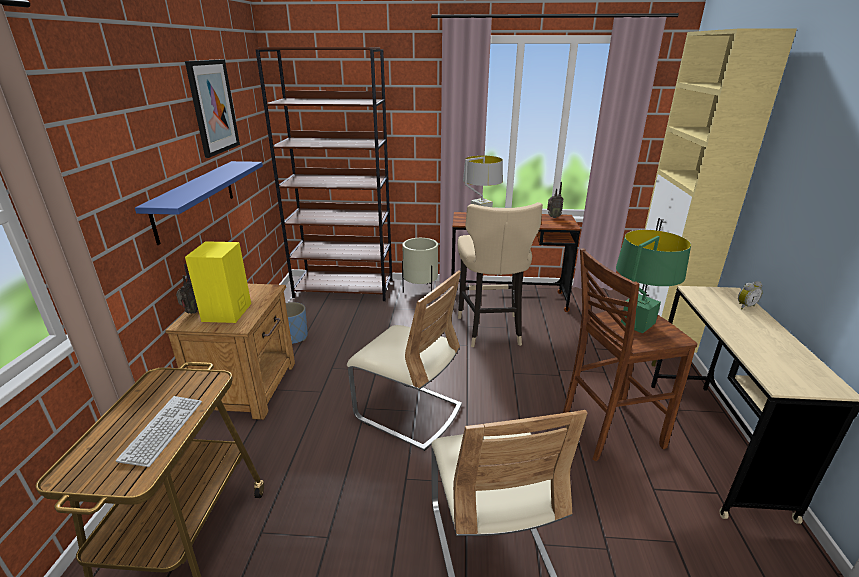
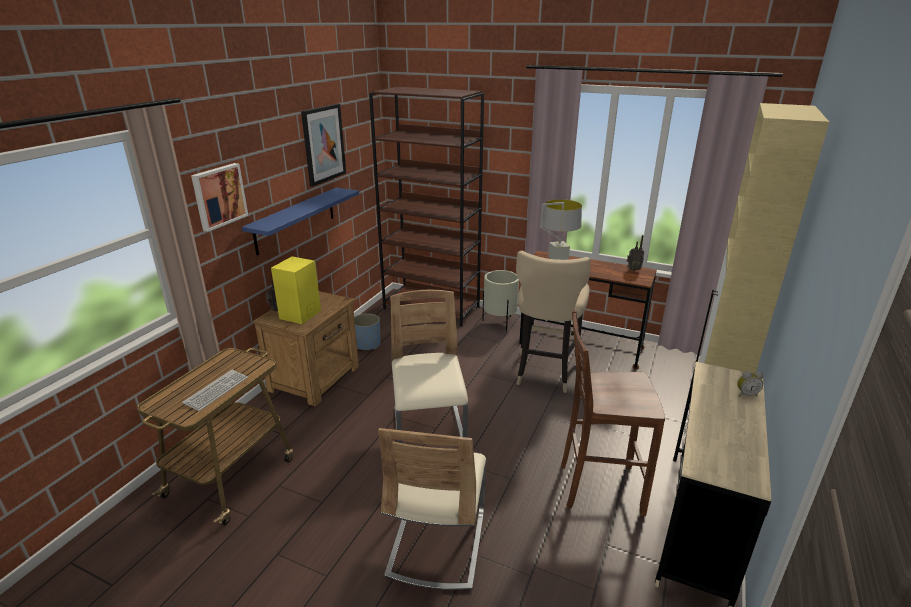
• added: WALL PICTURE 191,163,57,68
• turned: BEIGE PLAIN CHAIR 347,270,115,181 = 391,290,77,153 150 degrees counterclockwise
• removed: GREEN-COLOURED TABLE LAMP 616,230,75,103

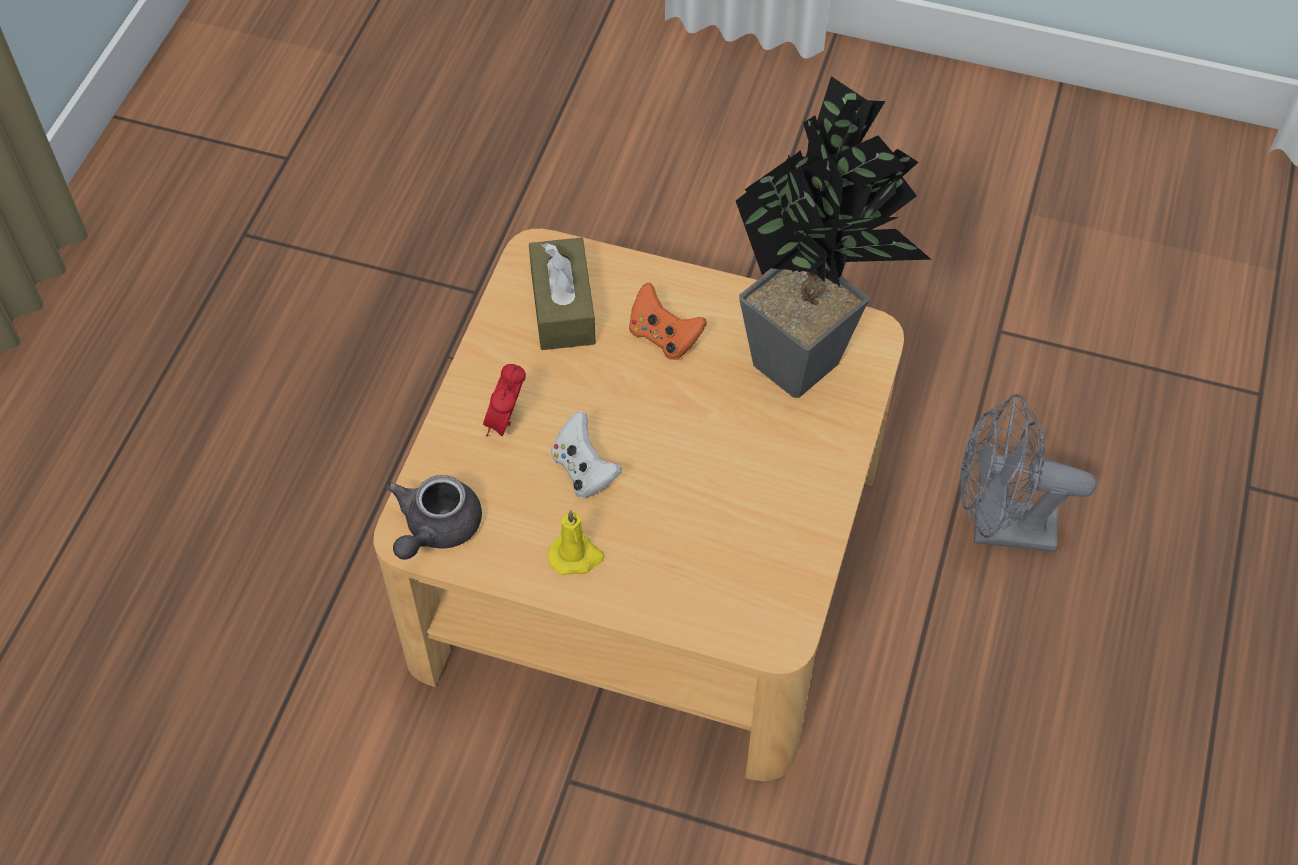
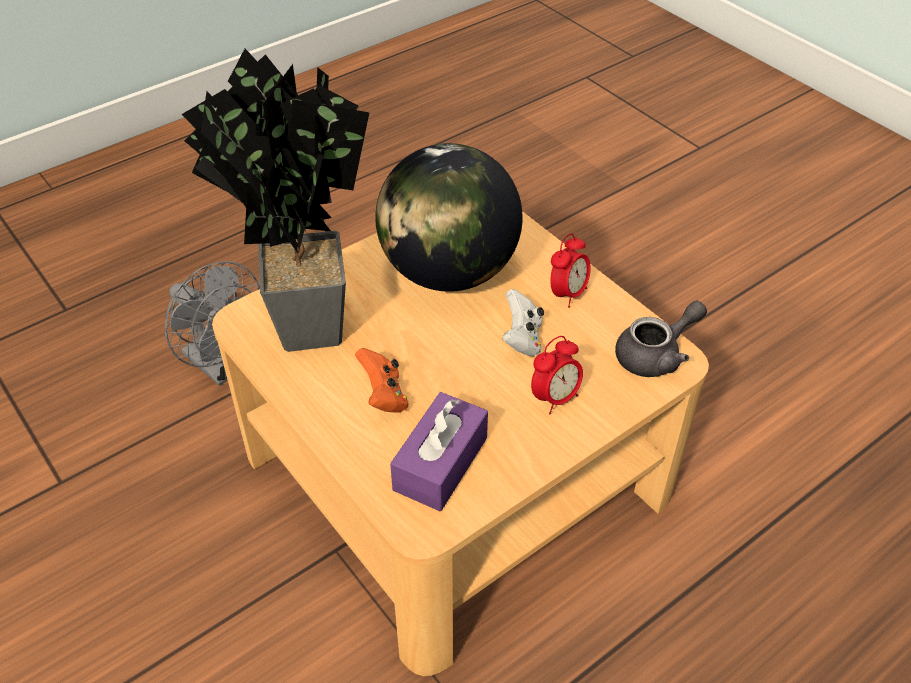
• added: DESK GLOBE 375,143,148,149
• recoloured: BROWNISH BOX OF TISSUES 529,238,67,112 to PURPLISH BOX OF TISSUES 390,392,98,119
• replaced: YELLOW-COLOURED WAX CANDLE 548,510,57,65 to ALARM CLOCK 550,233,41,75

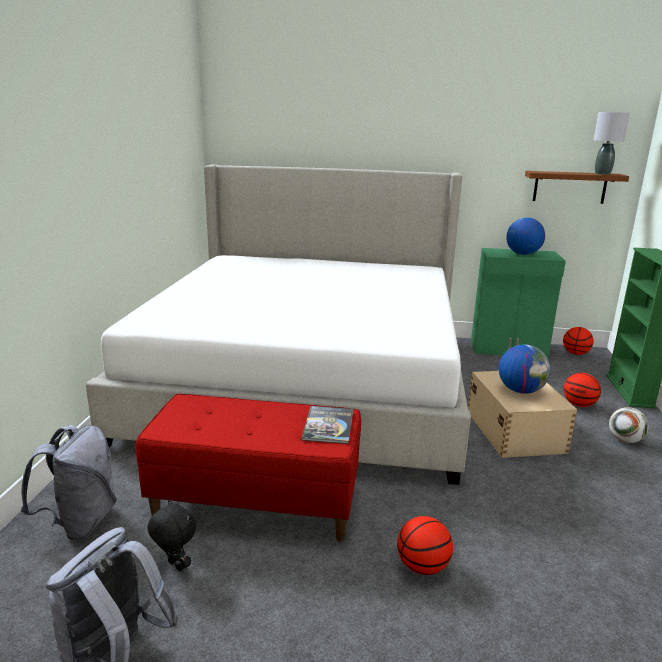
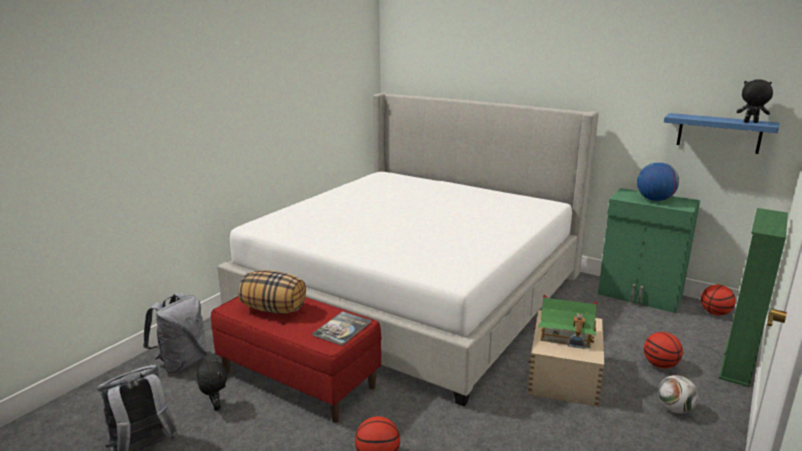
• added: CUSHION 238,271,68,42
• replaced: DESK GLOBE 499,344,52,50 to MODEL HOUSE 538,295,59,54
• recoloured: BROWNISH WALL SHELF 525,171,104,33 to BLUE WALL SHELF 664,113,116,41
• replaced: GREY TABLE LAMP 594,112,36,63 to BLACK-COLOURED PLUSH TOY 736,79,37,44

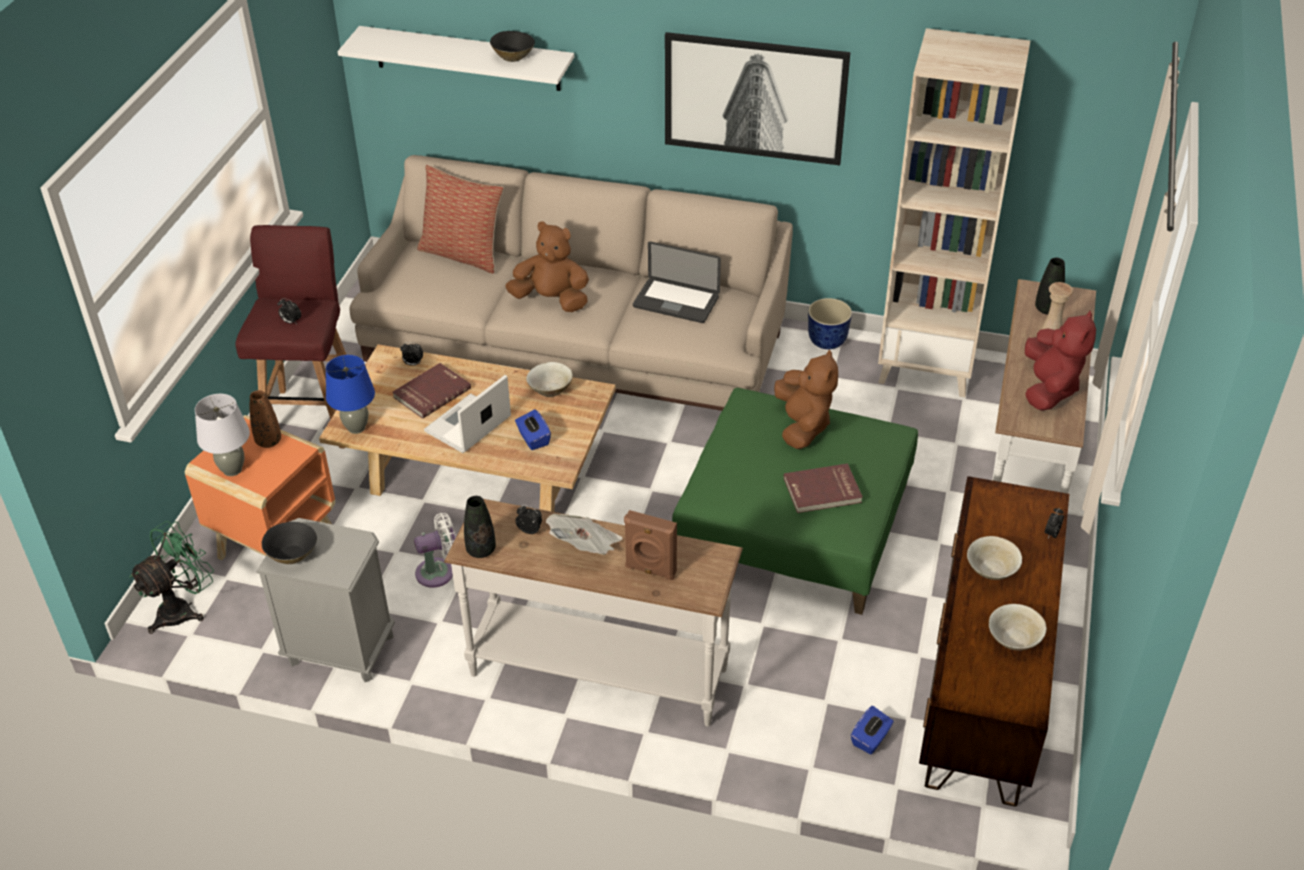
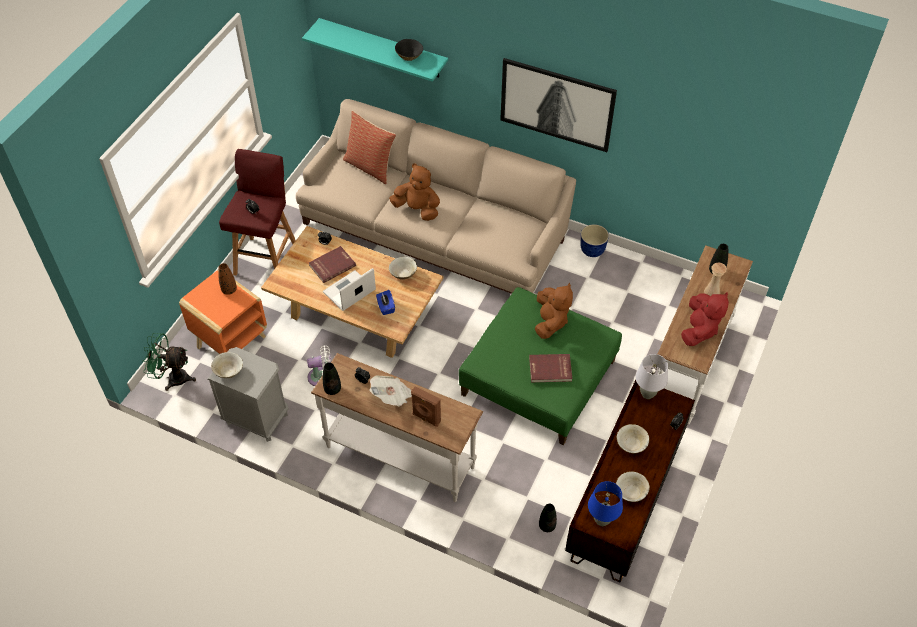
• turned: GREEN-COLOURED ELECTRIC FAN 129,521,85,113 = 142,333,54,58 135 degrees counterclockwise
• recoloured: BLACK-COLOURED BOWL 262,522,55,42 to BEIGE BOWL 211,352,32,26
• recoloured: WHITE-COLOURED WALL SHELF 337,26,237,65 to TURQUOISE-COLOURED WALL SHELF 302,18,146,64
• replaced: BLUE BOX OF TISSUES 851,706,43,48 to BLACK-COLOURED VASE 539,504,18,28
• moved: BLUE TABLE LAMP 326,355,49,79 to 588,481,35,45
• moved: GREY TABLE LAMP 195,394,55,82 to 635,354,33,45
• removed: NOTEBOOK COMPUTER 633,242,88,81
• removed: BEIGE SHELVING UNIT 878,28,152,369

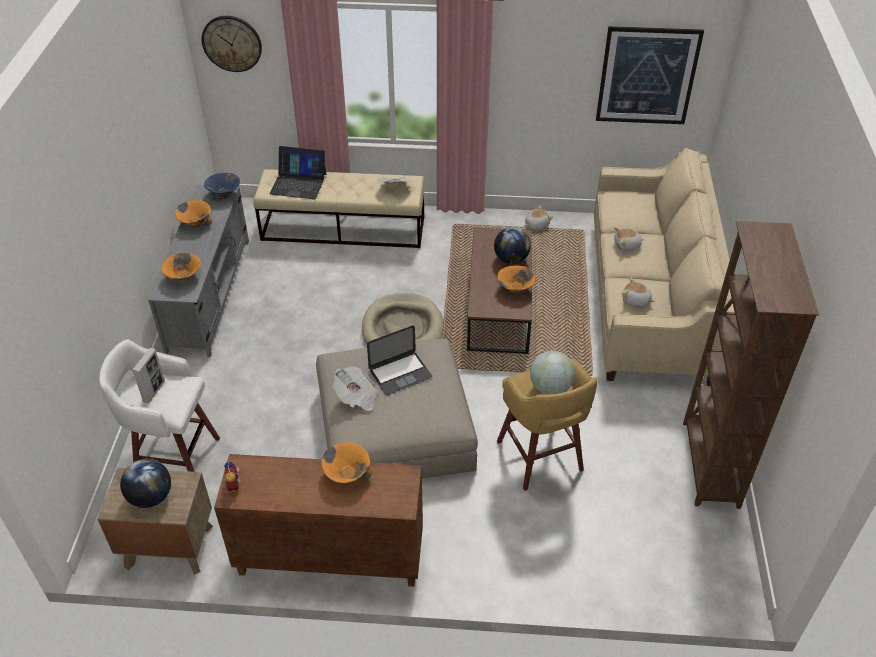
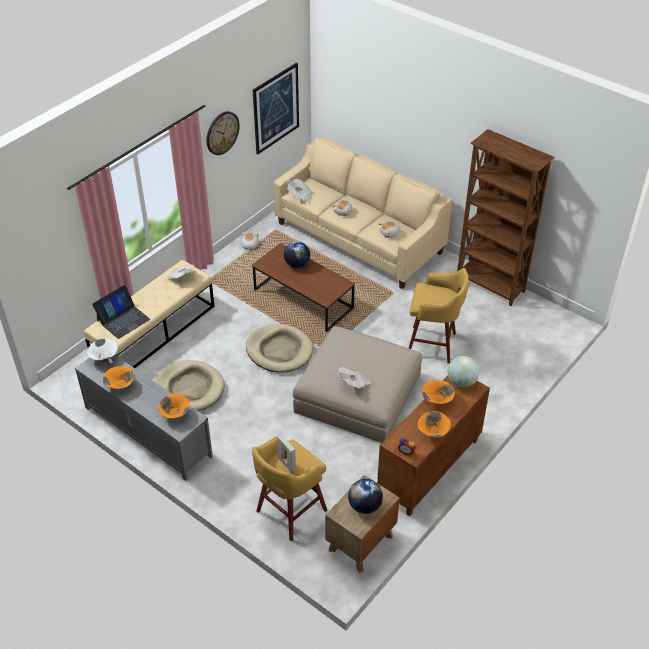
• recoloured: BLUE BOWL 204,173,36,29 to WHITE-COLOURED BOWL 87,339,31,26
• added: BEIGE DOG CUSHION 155,360,70,51
• moved: CLOCK ON THE WALL 202,16,60,56 to 207,111,32,44
• recoloured: WHITE-COLOURED SITTING STOOL 99,339,121,133 to YELLOW-COLOURED SITTING STOOL 252,435,75,106
• added: PRINTED PAPER 287,179,25,23
• moved: ORANGE BOWL 497,265,38,28 to 418,411,33,27
• moved: DESK GLOBE 530,351,45,44 to 447,356,33,32
• removed: NOTEBOOK COMPUTER 367,325,65,70

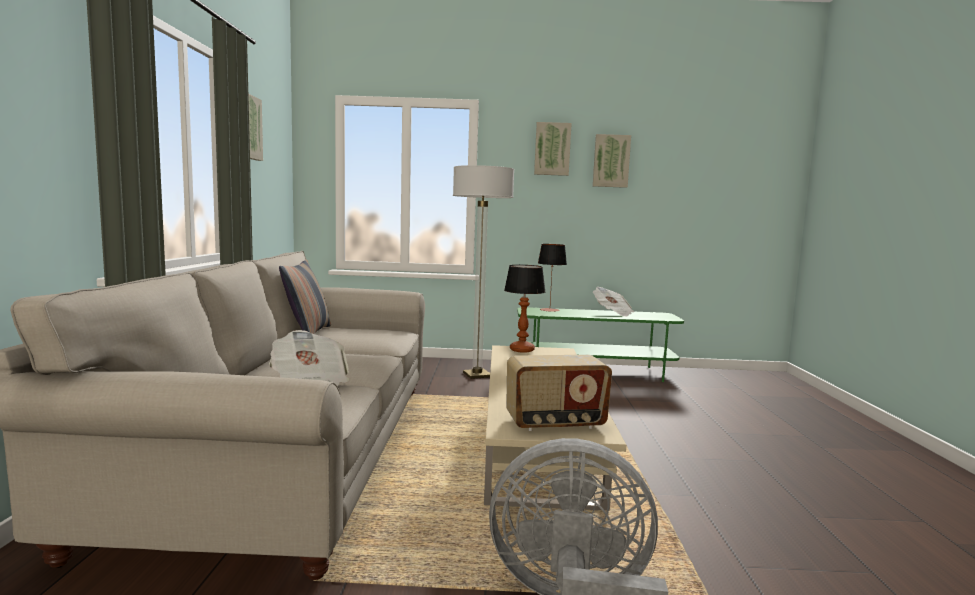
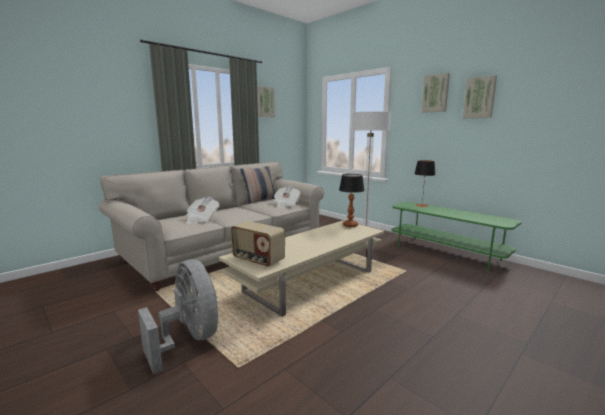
• moved: PRINTED PAPER 593,287,41,30 to 274,186,27,21

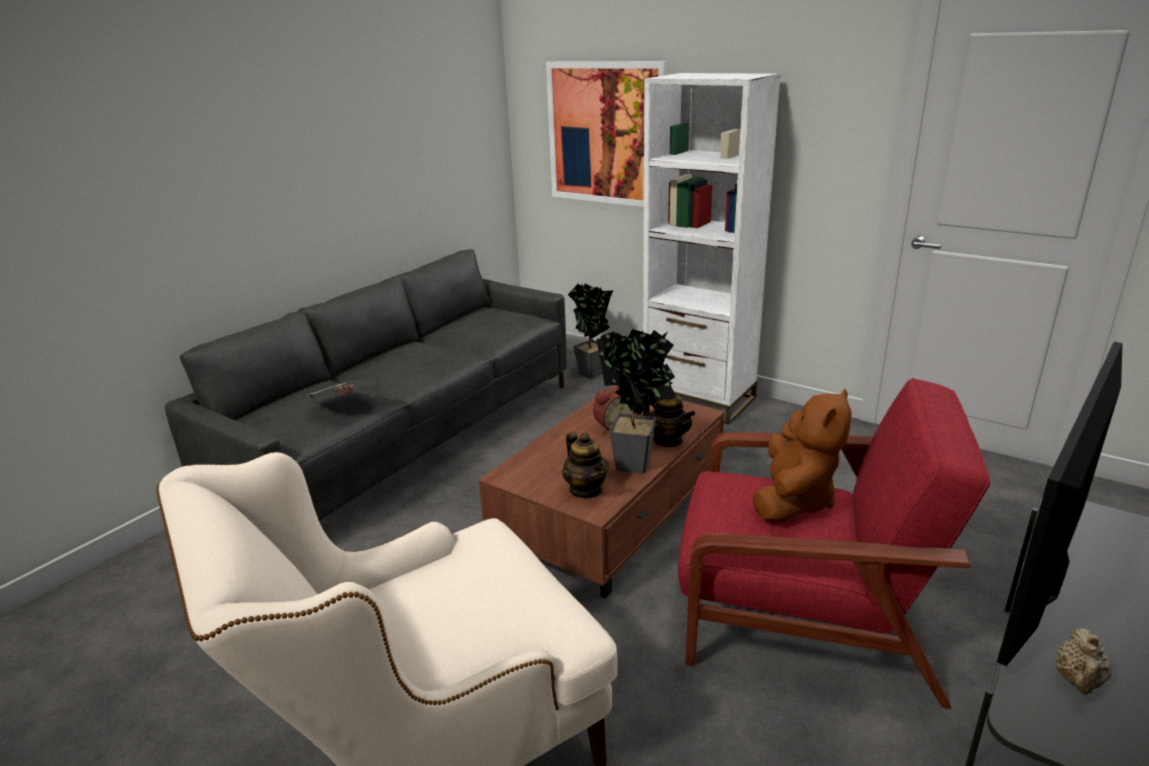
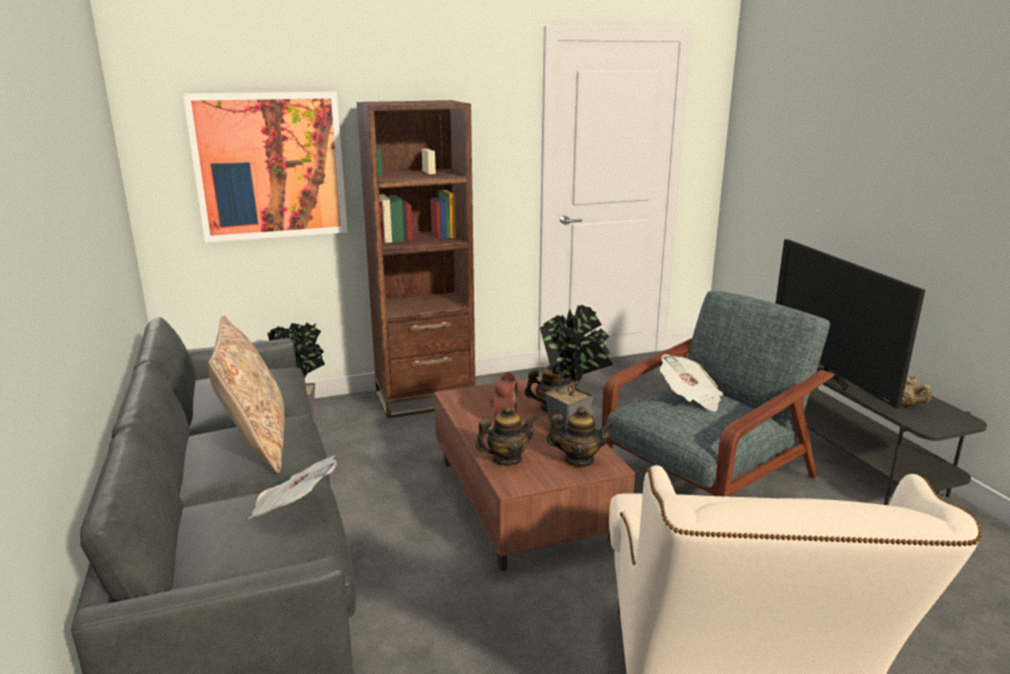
• added: BEIGE CUSHION 208,315,76,158
• recoloured: WHITE-COLOURED SHELVING UNIT 643,73,138,352 to BROWNISH SHELVING UNIT 356,100,119,319
• added: POT FOR TEA 475,405,62,61
• recoloured: REDDISH LOUNGE CHAIR 678,378,312,331 to GREY LOUNGE CHAIR 602,291,232,206
• replaced: BROWNISH PLUSH TOY 752,389,100,134 to PRINTED PAPER 660,354,63,58

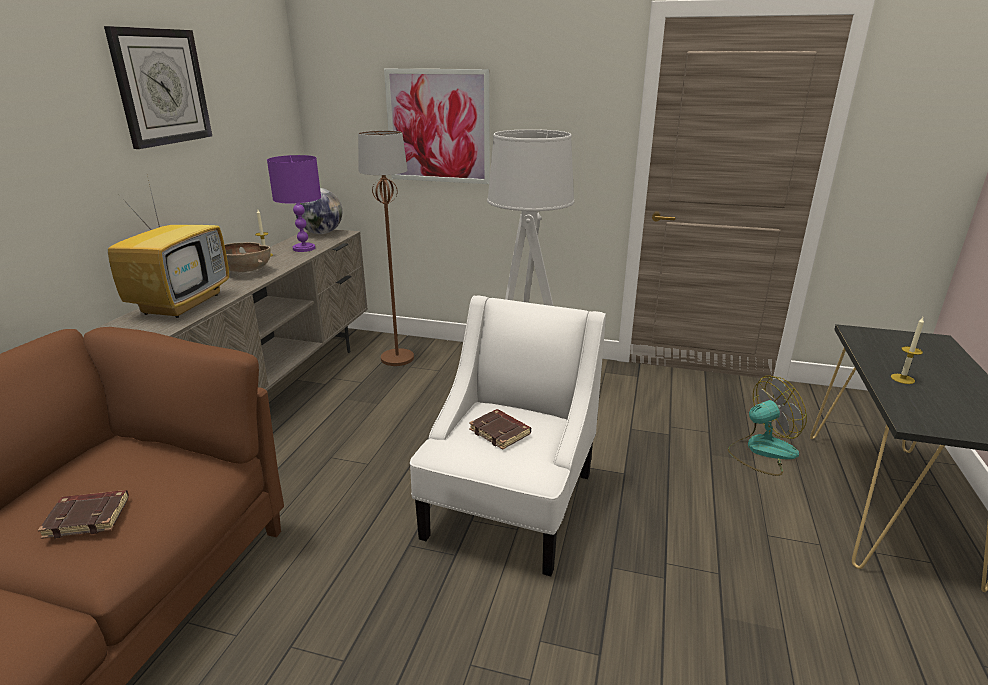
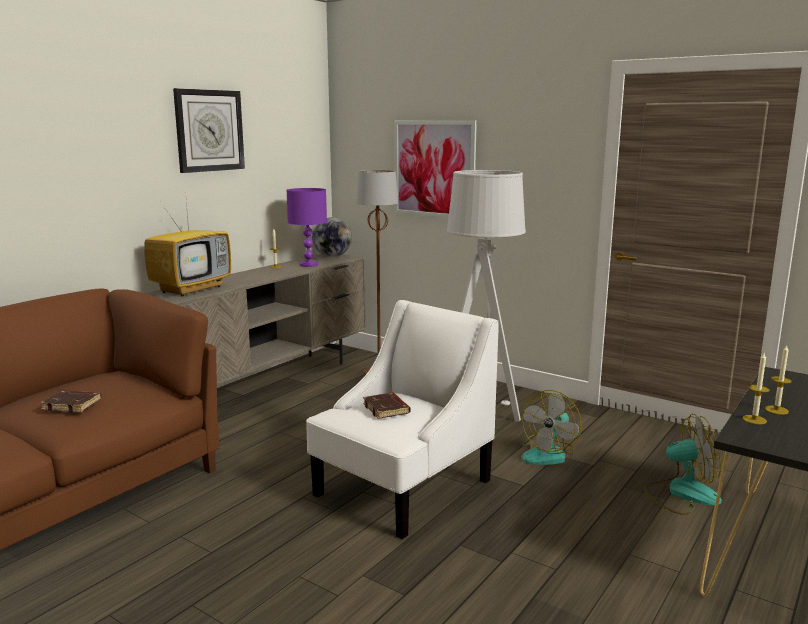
• added: ELECTRIC FAN 521,390,61,75
• added: WAX CANDLE 743,353,27,71
• removed: BROWNISH BOWL 224,242,47,30

